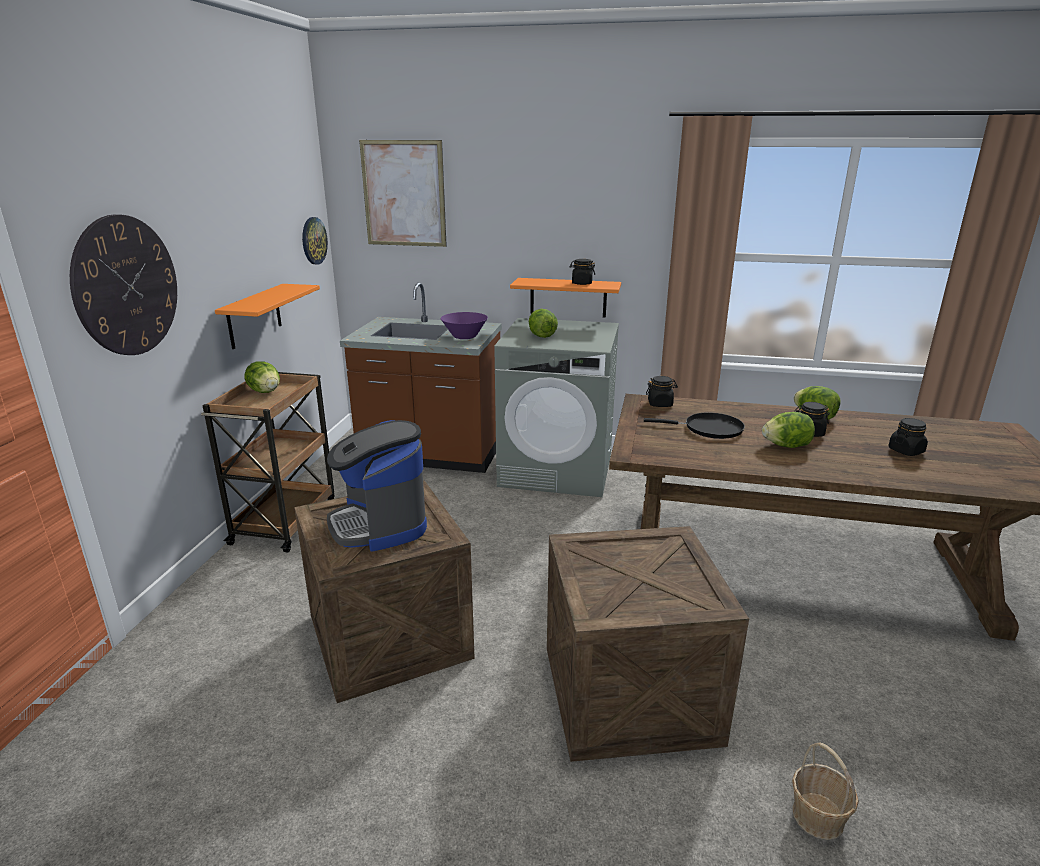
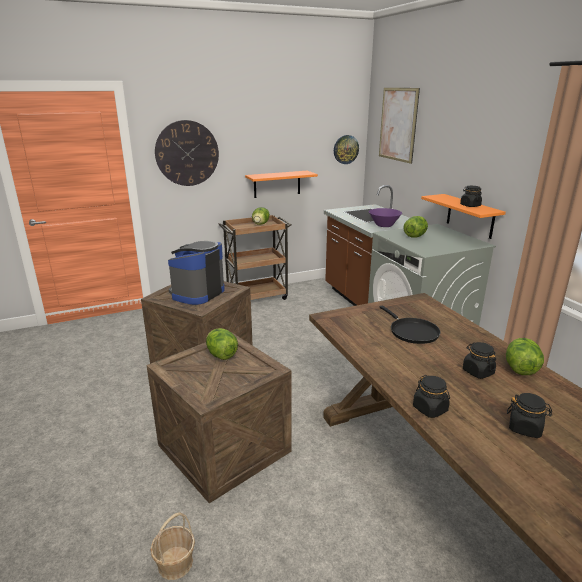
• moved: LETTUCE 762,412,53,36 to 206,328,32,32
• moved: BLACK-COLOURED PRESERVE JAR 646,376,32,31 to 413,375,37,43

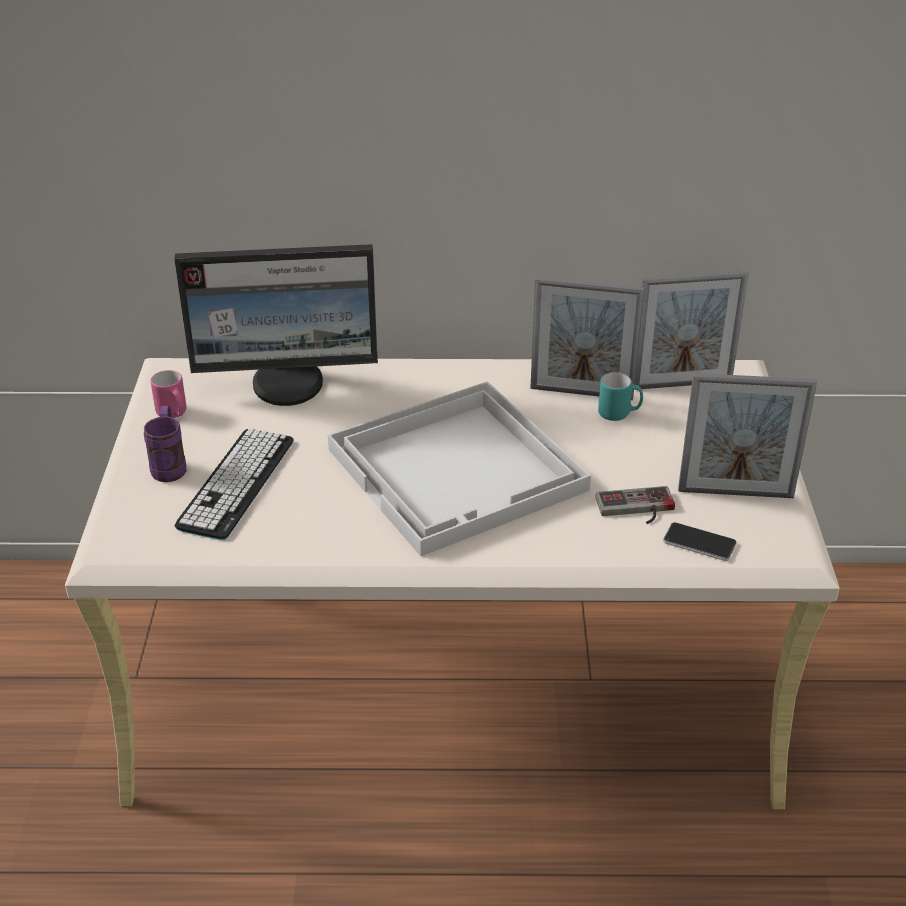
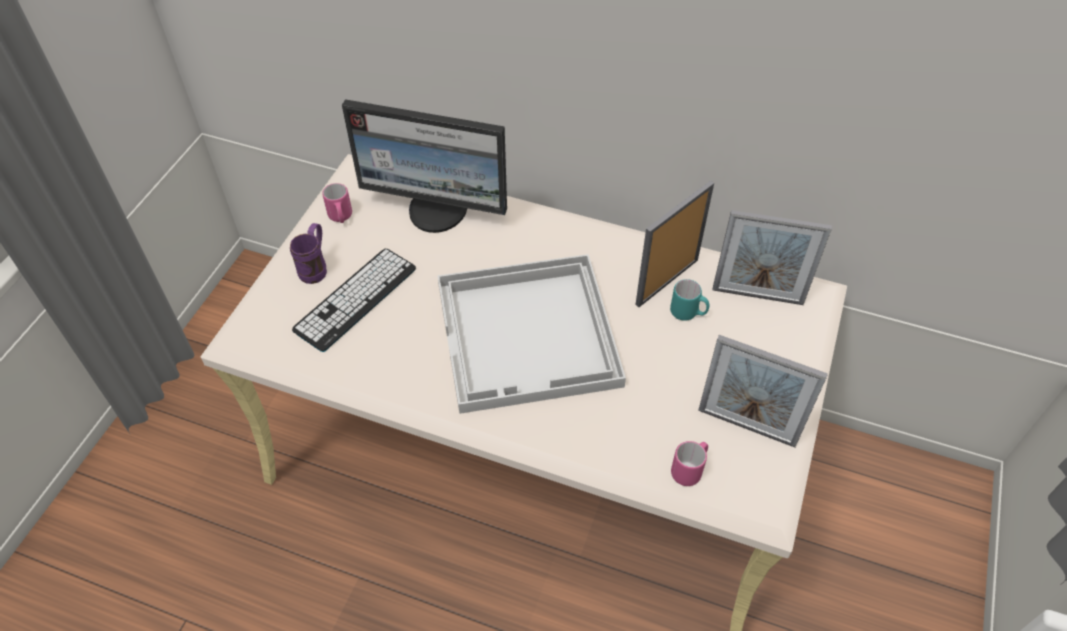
• turned: STANDING FRAME 530,277,114,123 = 635,180,79,127 105 degrees clockwise
• replaced: HANDSET 663,522,74,39 to PINK-COLOURED TEA MUG 671,441,37,45
• removed: JOYPAD 595,486,80,38

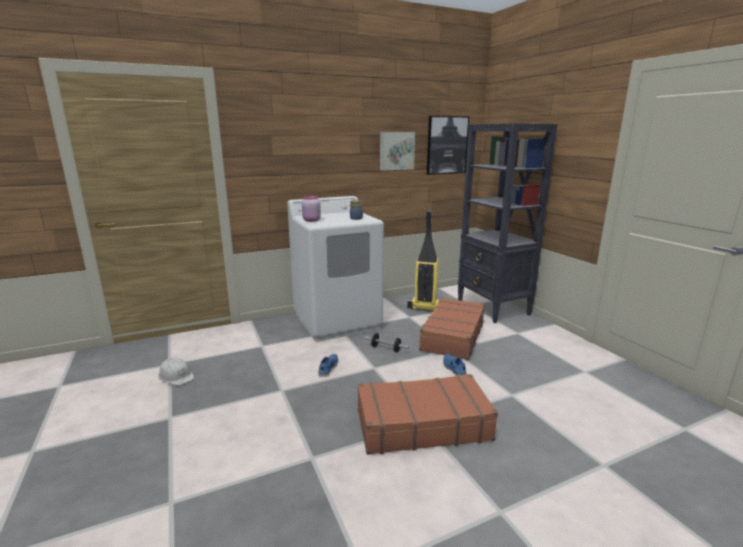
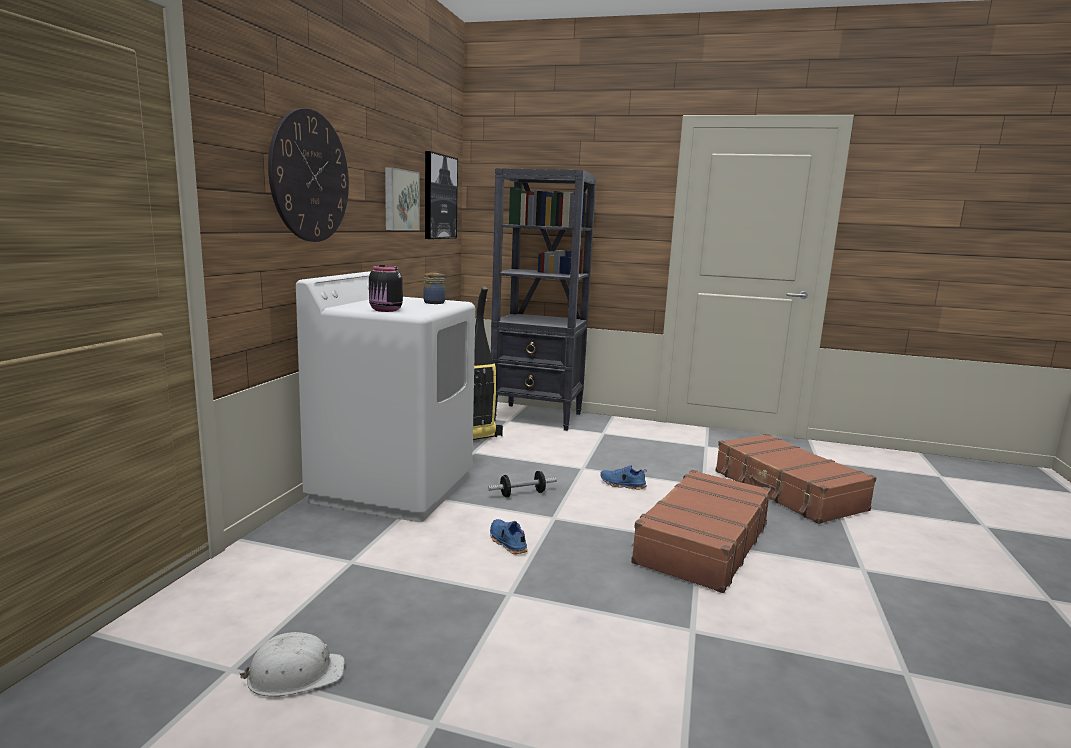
• added: CLOCK ON THE WALL 268,108,81,134
• recoloured: PINK-COLOURED PRESERVE JAR 302,195,19,27 to BLACK-COLOURED PRESERVE JAR 369,265,34,47
• moved: BROWNISH TRAVEL CASE 418,297,67,63 to 715,433,162,91

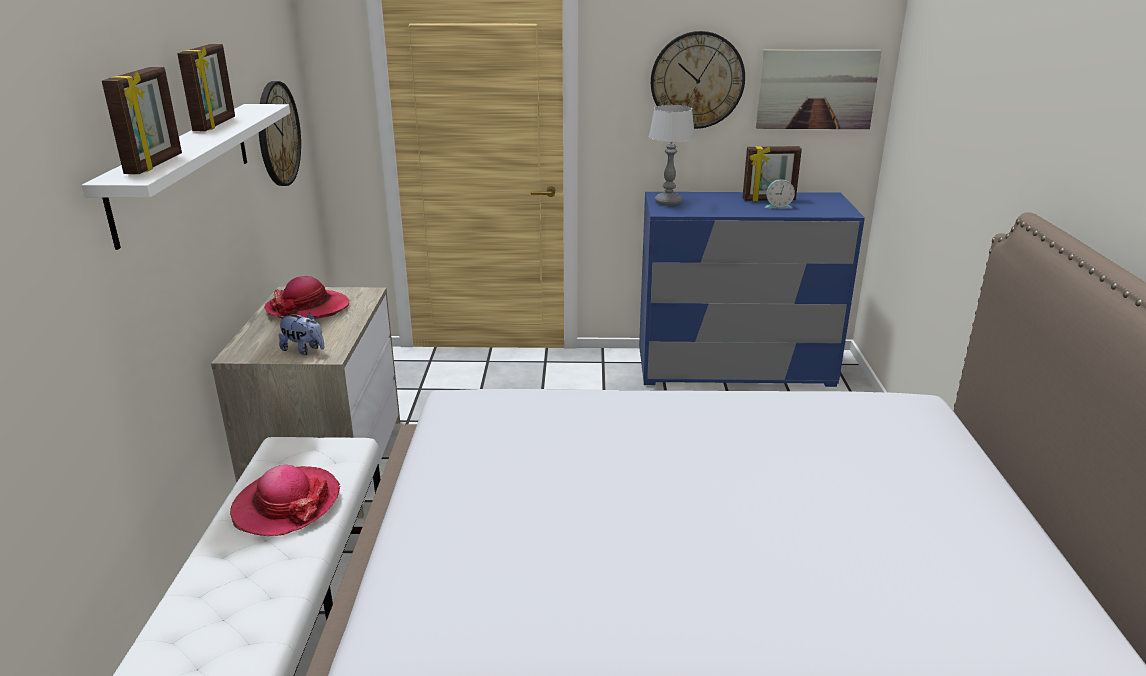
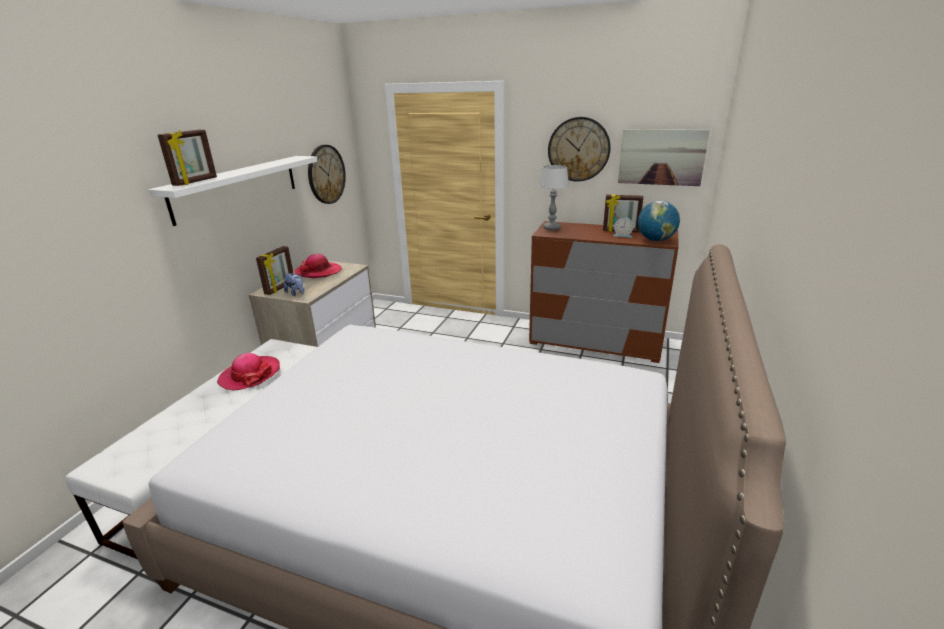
• moved: STANDING FRAME 177,44,58,87 to 256,246,37,49
• recoloured: BLUE DRAWER CHEST 639,192,226,195 to BROWNISH DRAWER CHEST 529,221,150,142
• added: DESK GLOBE 638,201,42,40

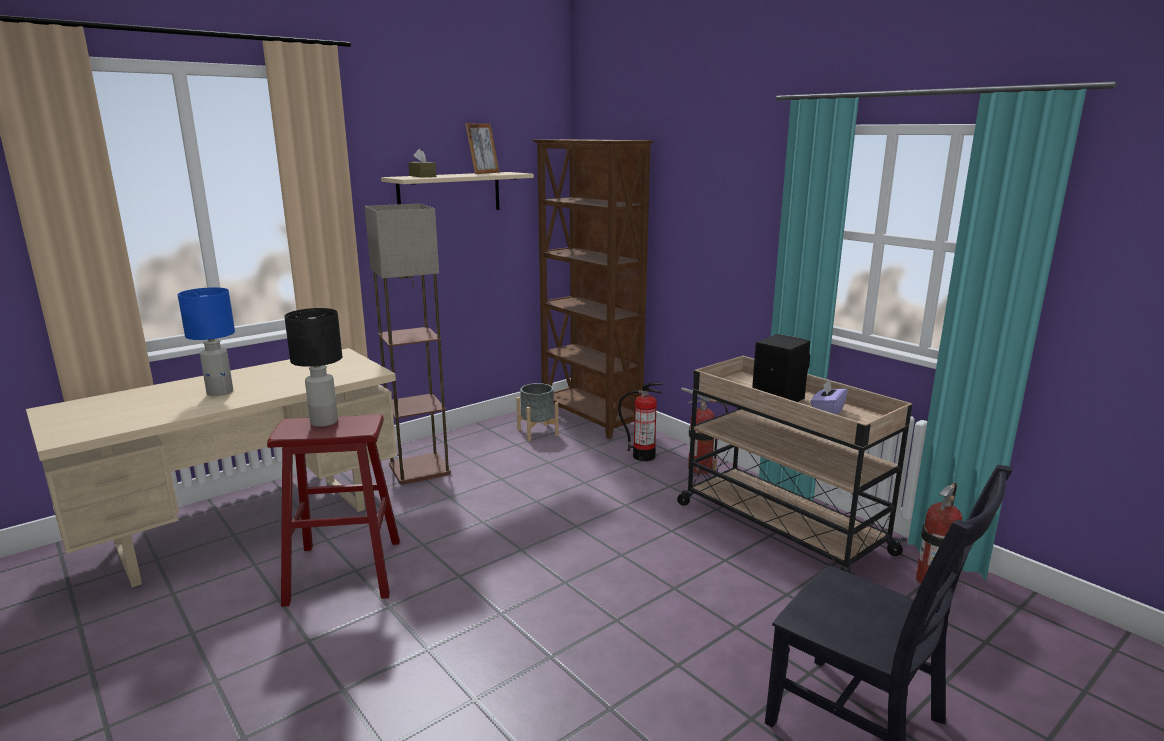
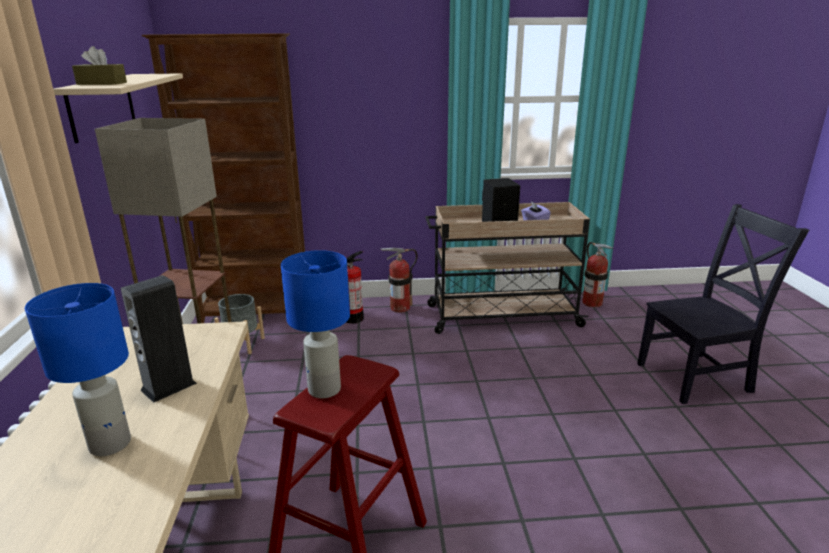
• added: SPEAKER 121,275,76,128
• recoloured: BLACK-COLOURED TABLE LAMP 284,308,58,119 to BLUE TABLE LAMP 281,250,69,148
• removed: STANDING FRAME 465,123,34,51

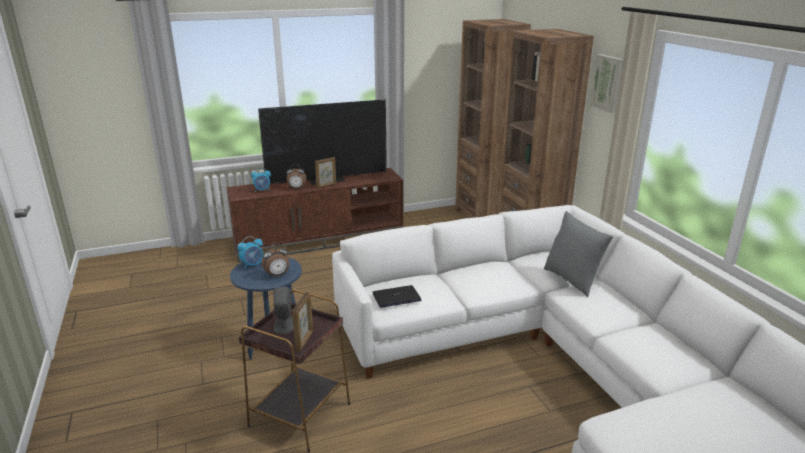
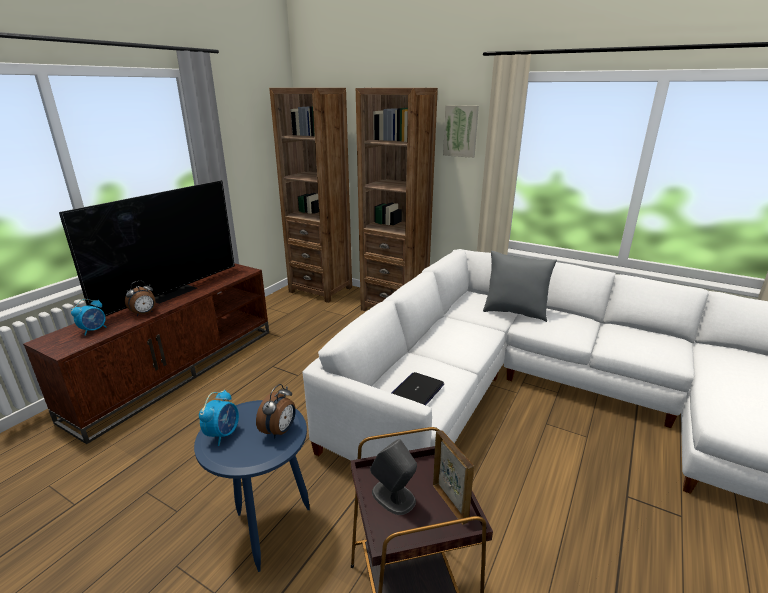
• removed: STANDING FRAME 315,157,21,31

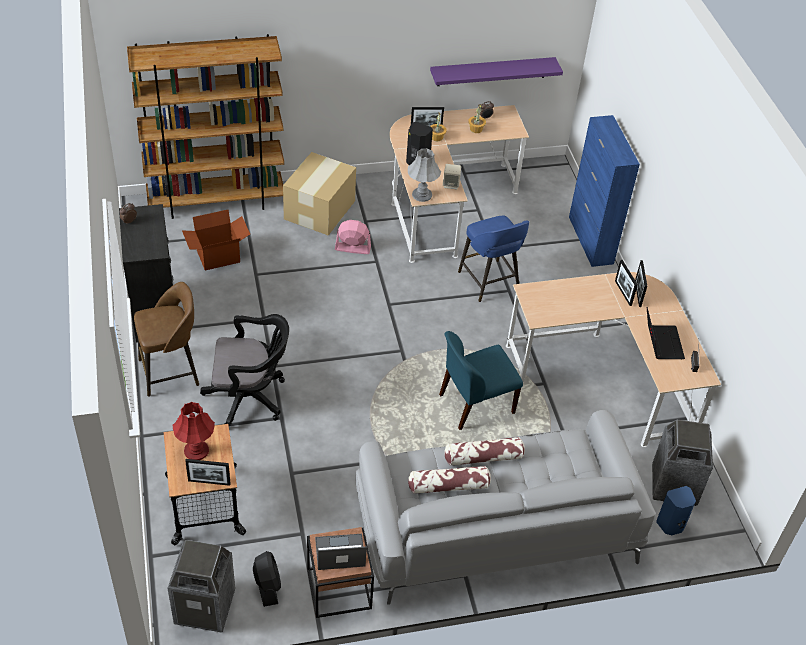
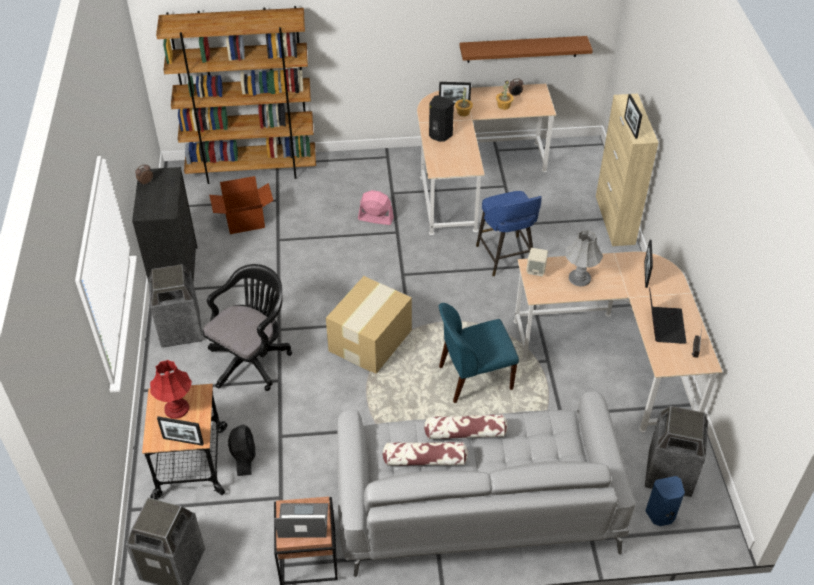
• replaced: BROWNISH SITTING STOOL 134,282,65,115 to TRASH CAN 149,264,54,84
• turned: BLACK-COLOURED COMPUTER CHAIR 200,314,89,113 = 202,264,90,127 60 degrees counterclockwise
• moved: BLACK-COLOURED ELECTRIC FAN 253,551,28,56 to 228,424,27,52
• moved: CARDBOARD BOX 283,152,73,84 to 326,276,86,98
• recoloured: PURPLISH WALL SHELF 430,57,133,29 to BROWNISH WALL SHELF 460,36,133,27
• moved: BEIGE SPEAKER 443,164,18,25 to 526,248,22,28
• moved: GREY TABLE LAMP 408,148,33,54 to 566,230,37,56
• recoloured: BLUE STORAGE CABINET 569,115,71,152 to BEIGE STORAGE CABINET 596,94,63,152
• moved: STANDING FRAME 615,260,23,46 to 624,94,18,45

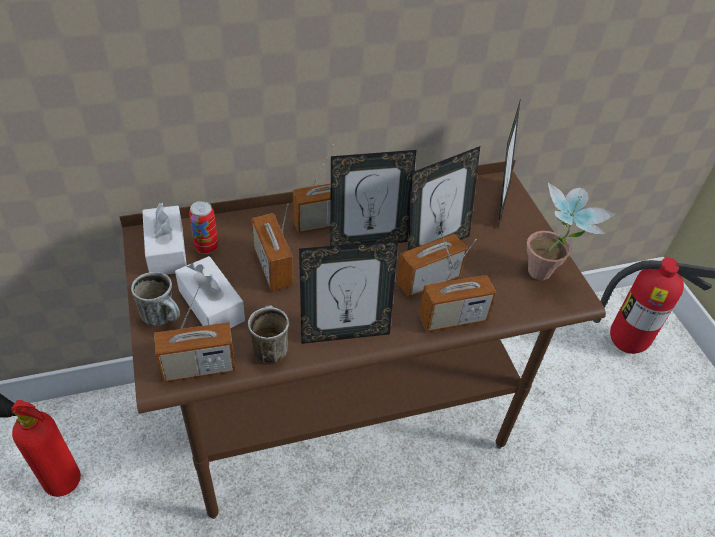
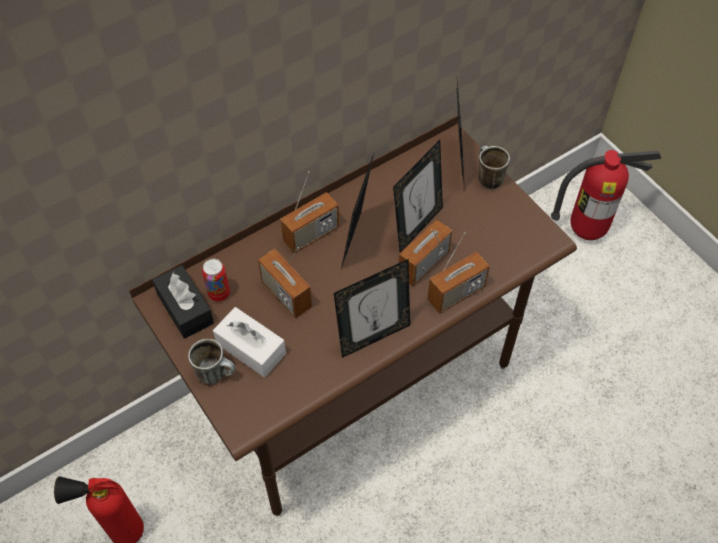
• recoloured: WHITE-COLOURED BOX OF TISSUES 142,203,45,72 to BLACK-COLOURED BOX OF TISSUES 152,265,62,74
• turned: STANDING FRAME 330,150,86,96 = 341,153,33,116 135 degrees clockwise
• moved: TEA MUG 248,305,41,59 to 478,146,32,43
• removed: RADIO RECEIVER 154,285,82,97
• removed: PLANT IN A POT 527,182,89,98

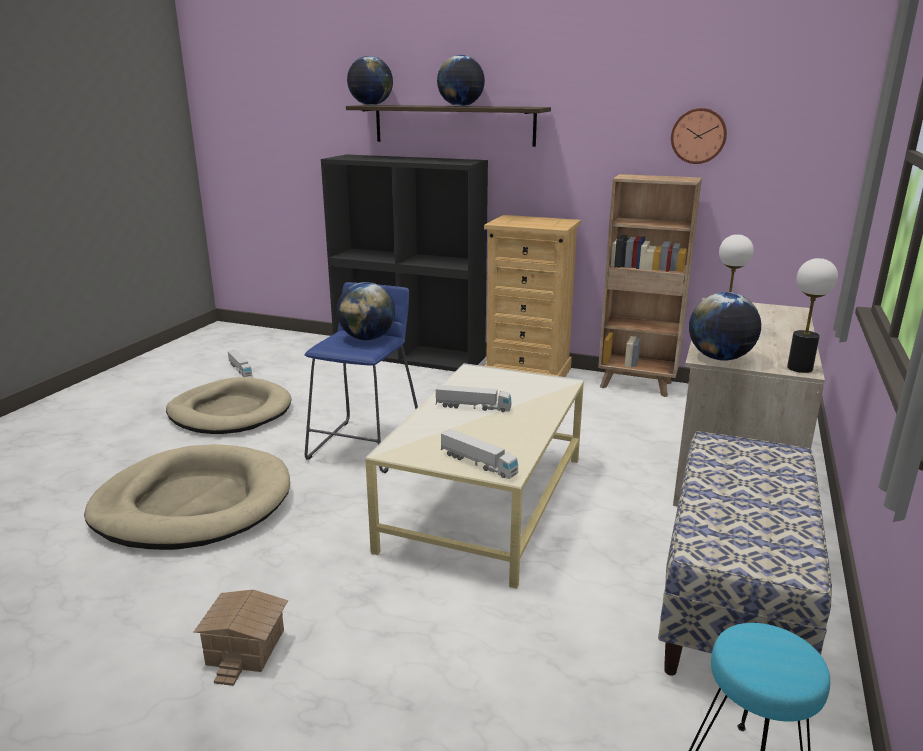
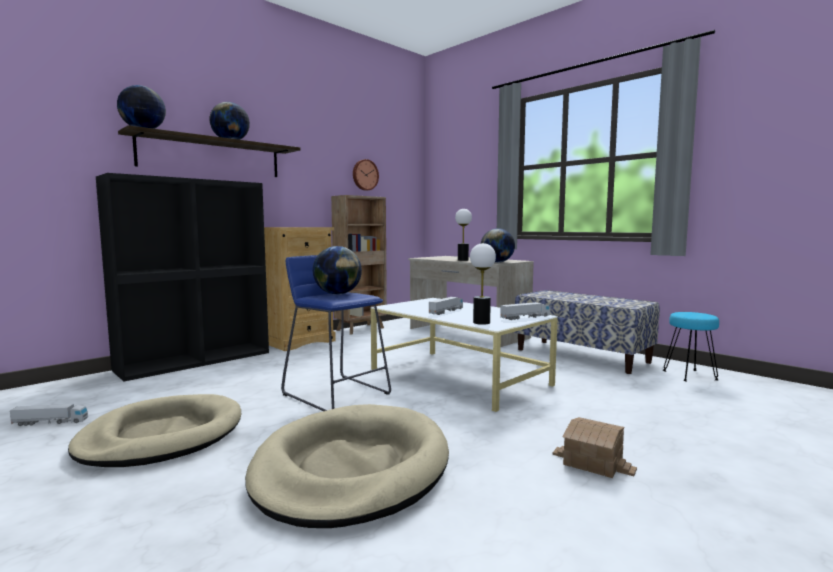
• moved: TABLE LAMP 787,258,51,115 to 470,243,26,82

